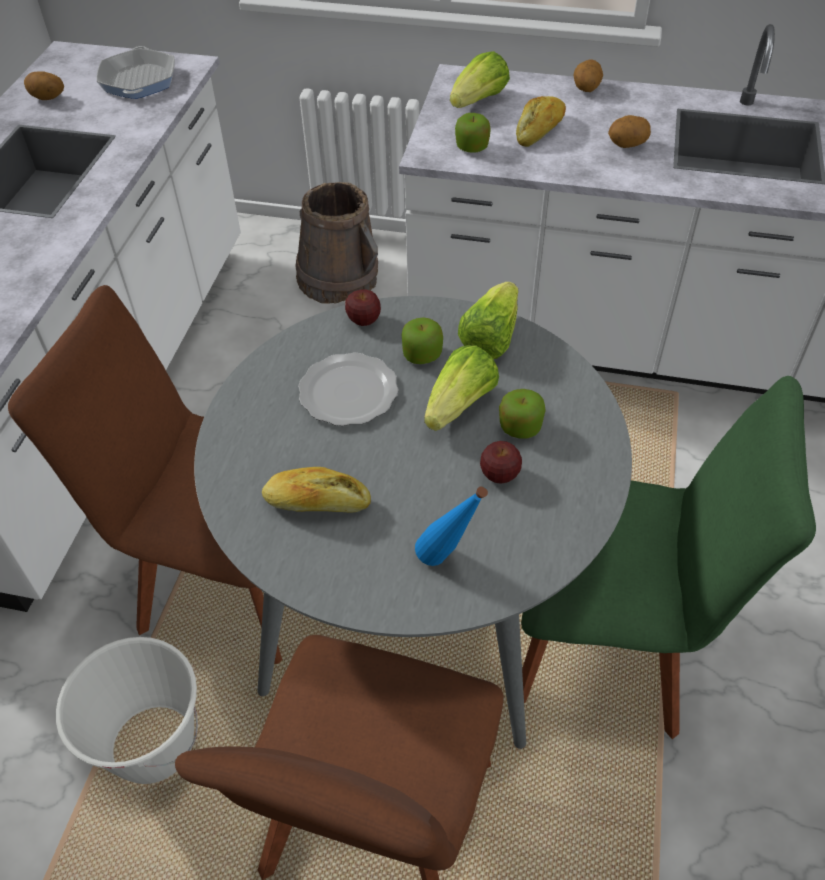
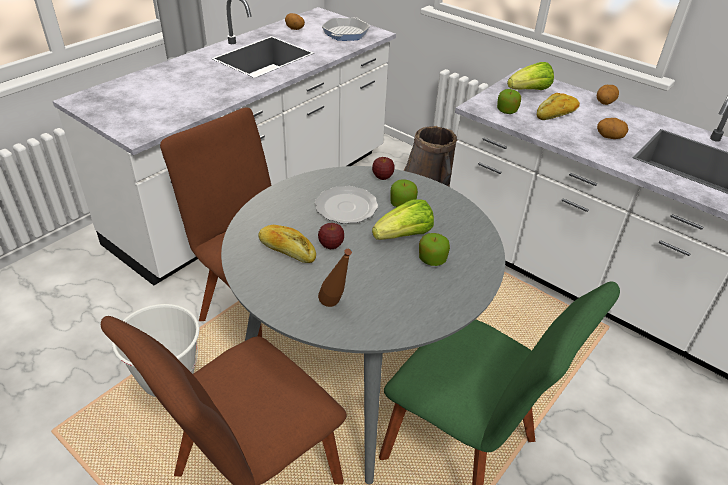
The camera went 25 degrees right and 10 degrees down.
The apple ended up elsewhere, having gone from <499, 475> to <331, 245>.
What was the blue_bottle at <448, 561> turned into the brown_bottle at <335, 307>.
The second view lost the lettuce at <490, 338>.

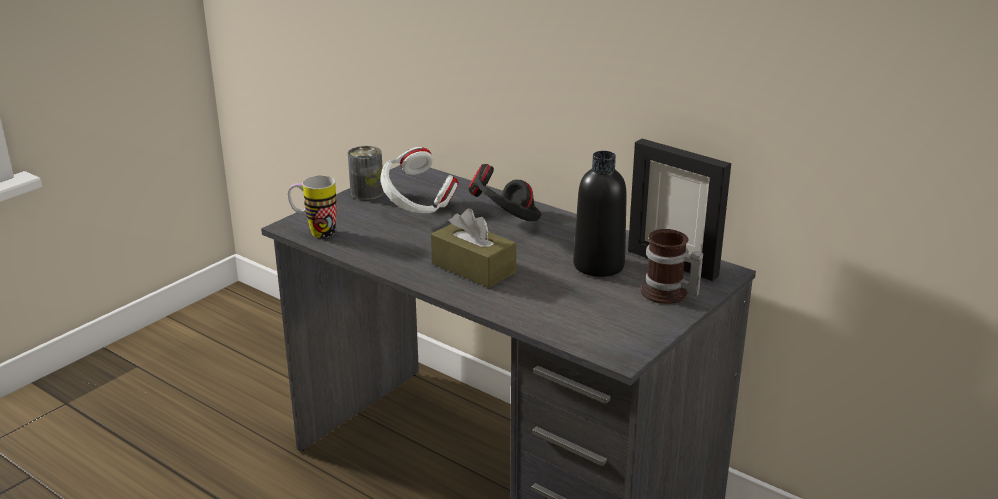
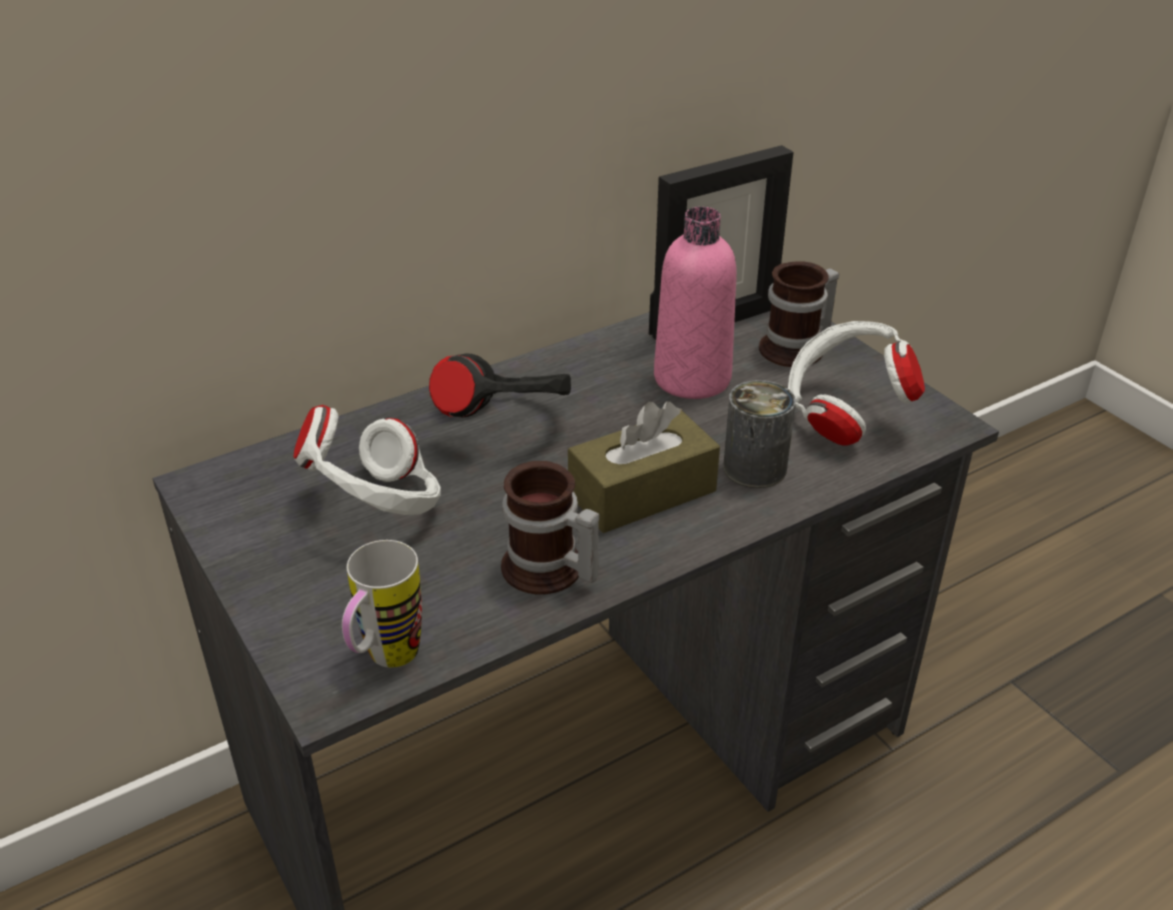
The camera went 70 degrees left and 10 degrees up.
The second view gained the mug at <547, 572>.
What was the black_bottle at <598, 265> turned into the pink_bottle at <692, 378>.
The can ended up elsewhere, having gone from <367, 193> to <754, 468>.
The second view gained the white_headphones at <843, 415>.

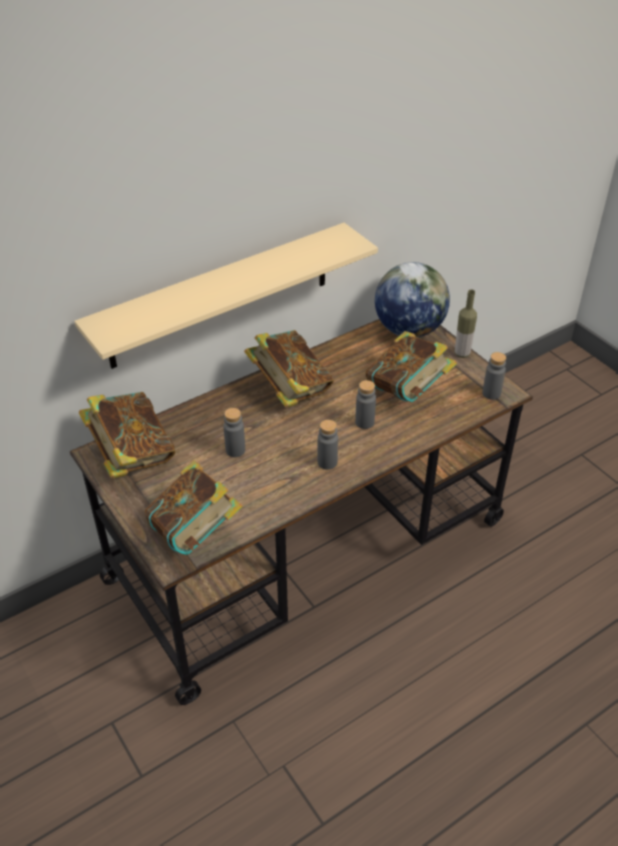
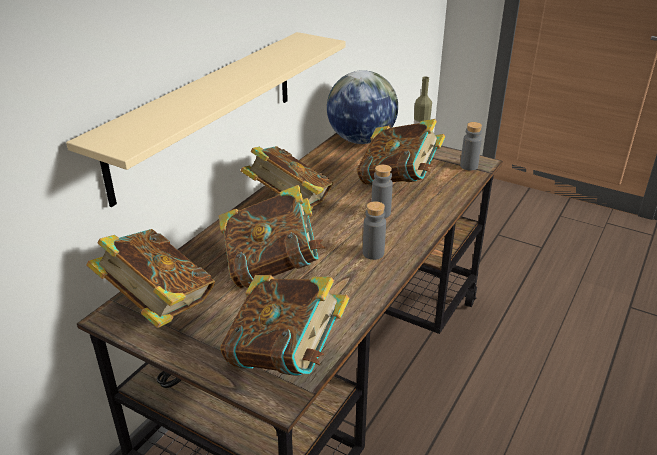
The camera went 25 degrees left and 10 degrees down.
Where the grey_bottle stood at <235, 450>, the book came to stand at <272, 269>.

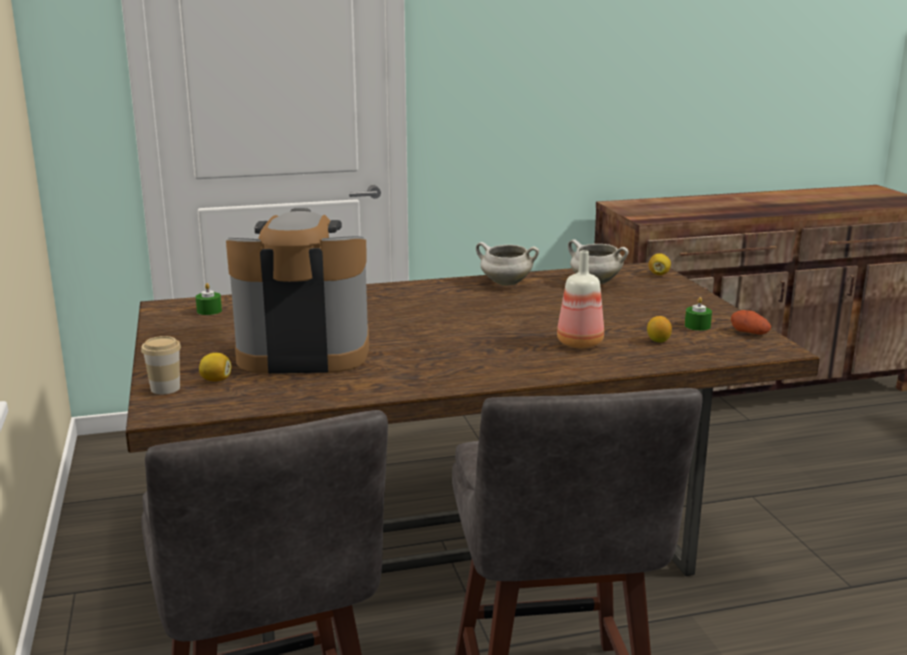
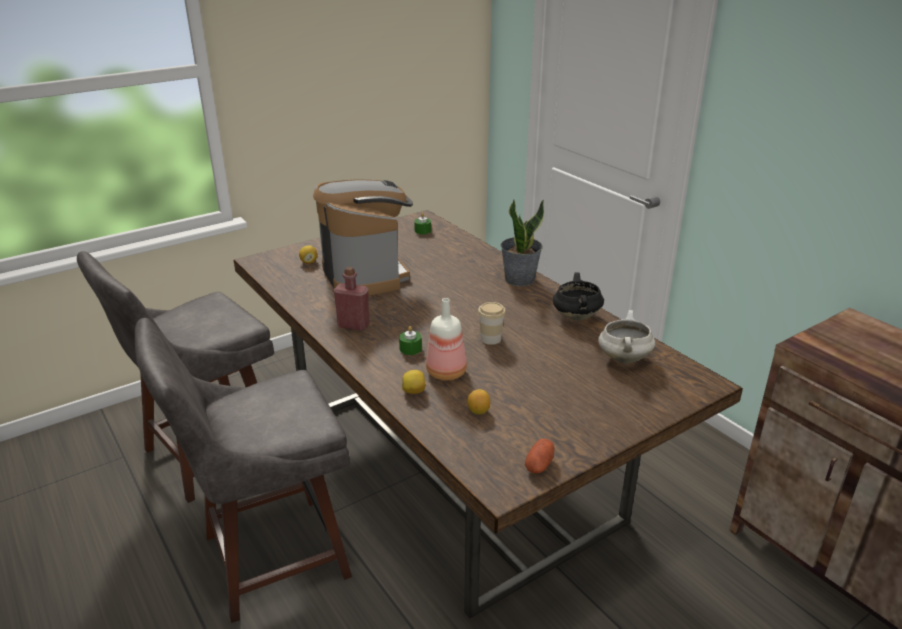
The camera went 70 degrees right and 10 degrees up.
The second view gained the red_bottle at <353, 325>.
The green_candle ended up elsewhere, having gone from <697, 326> to <410, 349>.
The lemon ended up elsewhere, having gone from <659, 274> to <414, 391>.
The cup ended up elsewhere, having gone from <165, 388> to <490, 339>.
The second view gained the potted_plant at <519, 279>.
What was the white_cooking_pot at <505, 283> turned into the black_cooking_pot at <575, 316>.

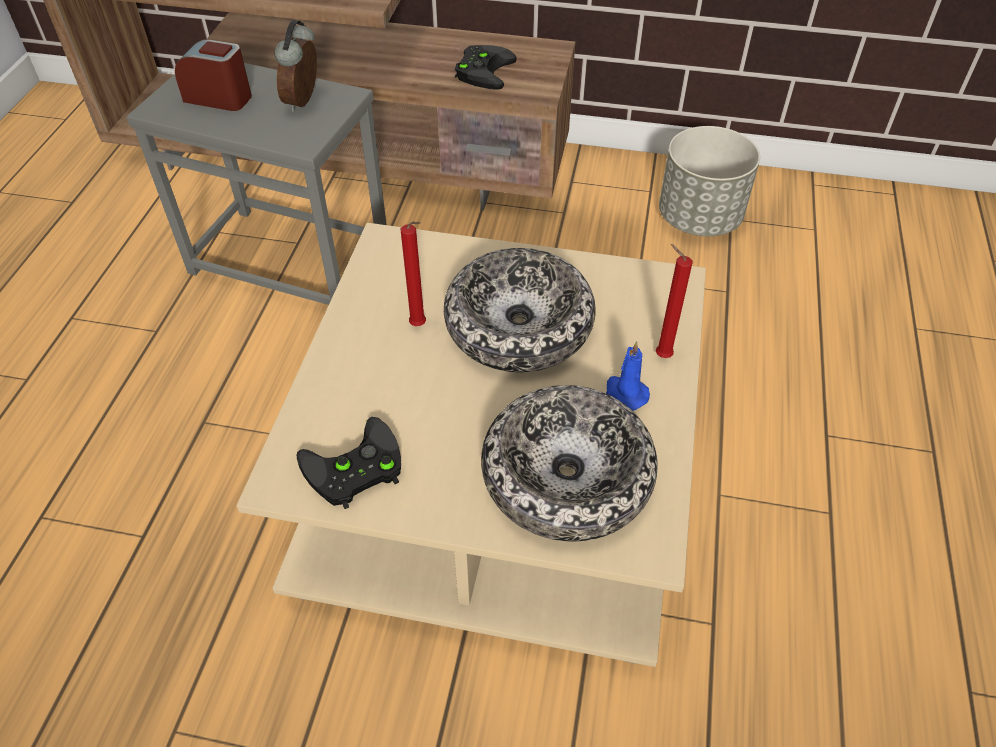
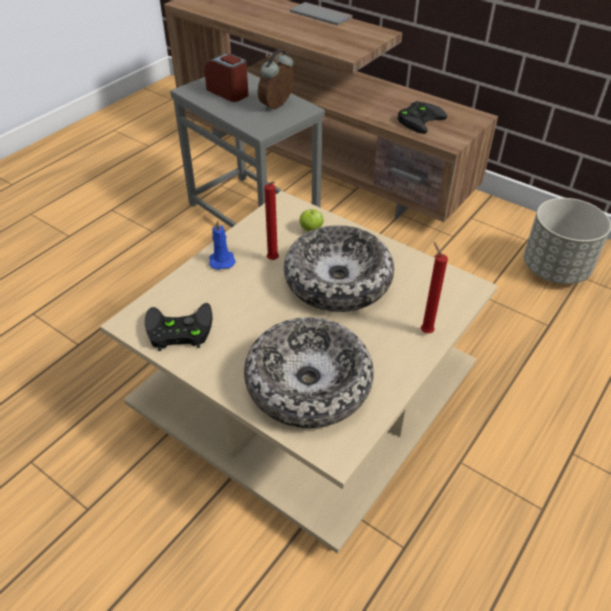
The camera went 25 degrees right and 5 degrees down.
The blue_candle ended up elsewhere, having gone from <625, 393> to <221, 260>.
The second view gained the apple at <311, 229>.

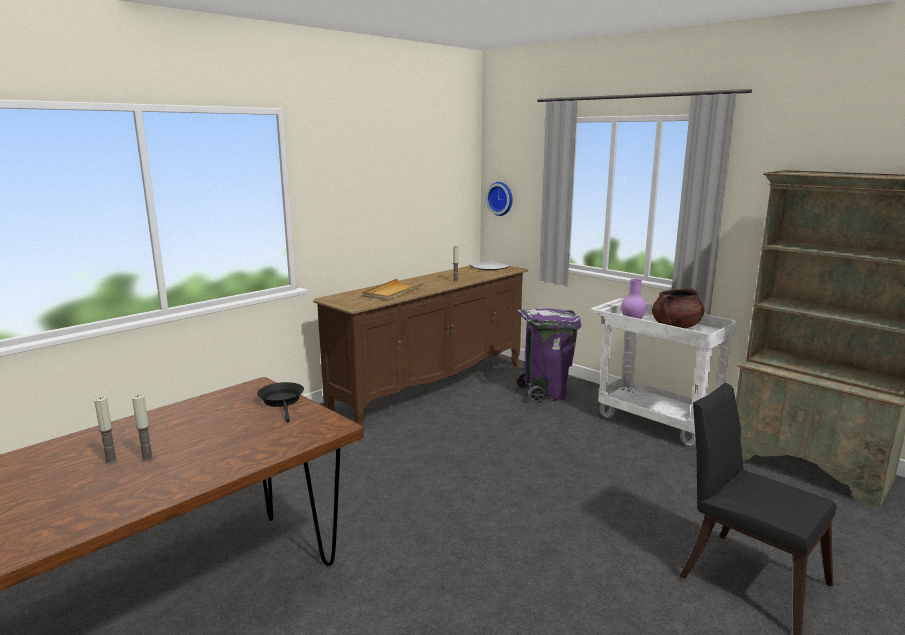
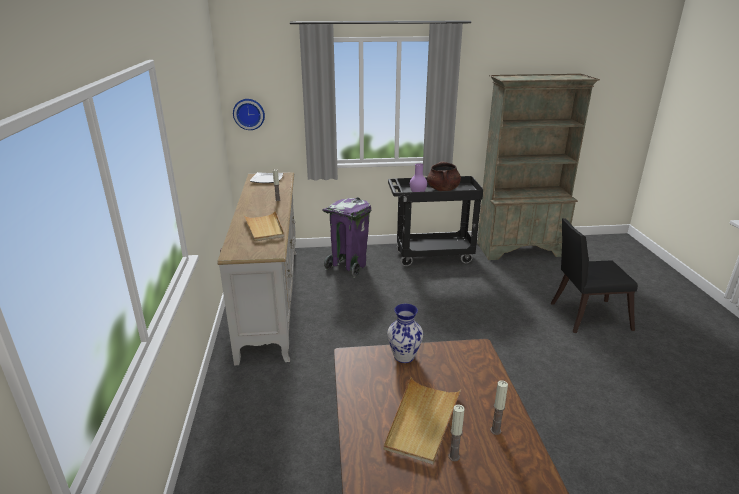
The camera went 50 degrees left and 10 degrees up.
What was the brown_cabinet at <432, 388> turned into the grey_cabinet at <272, 299>.
The second view gained the beige_tray at <422, 421>.
Where the black_frying_pan stood at <282, 401>, the vase came to stand at <403, 356>.
What was the white_cart at <650, 423> turned into the black_cart at <430, 258>.
The candle ended up elsewhere, having gone from <111, 461> to <495, 430>.

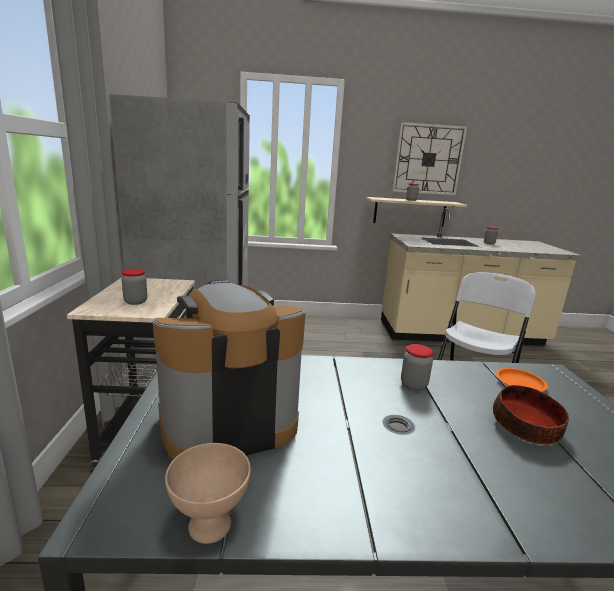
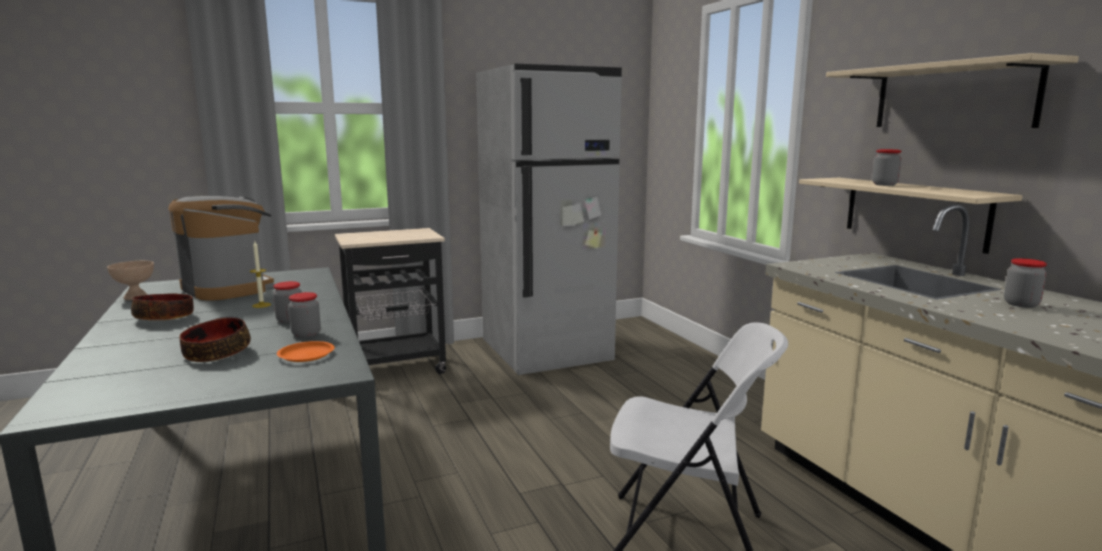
The camera went 70 degrees right and 5 degrees down.
The second view gained the bowl at <165, 318>.
The second view gained the candle at <261, 305>.
The jar ended up elsewhere, having gone from <135, 302> to <306, 334>.
Where the wall_clock hung at <428, 159>, the beige_shelf came to hang at <953, 97>.

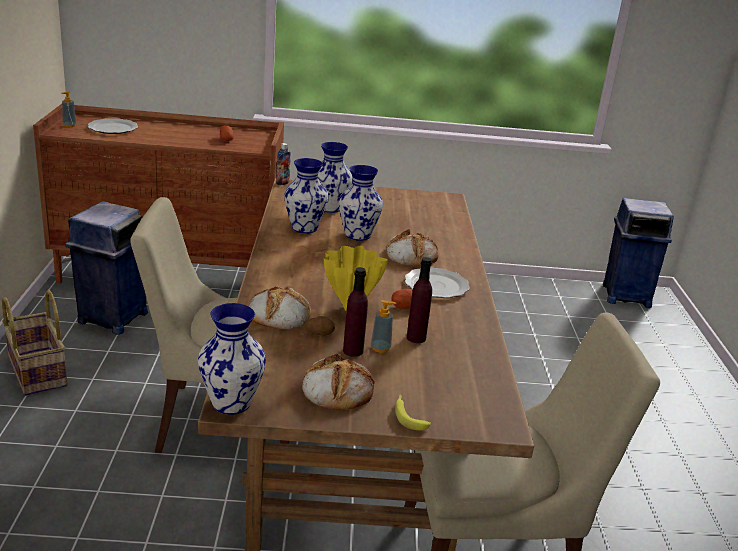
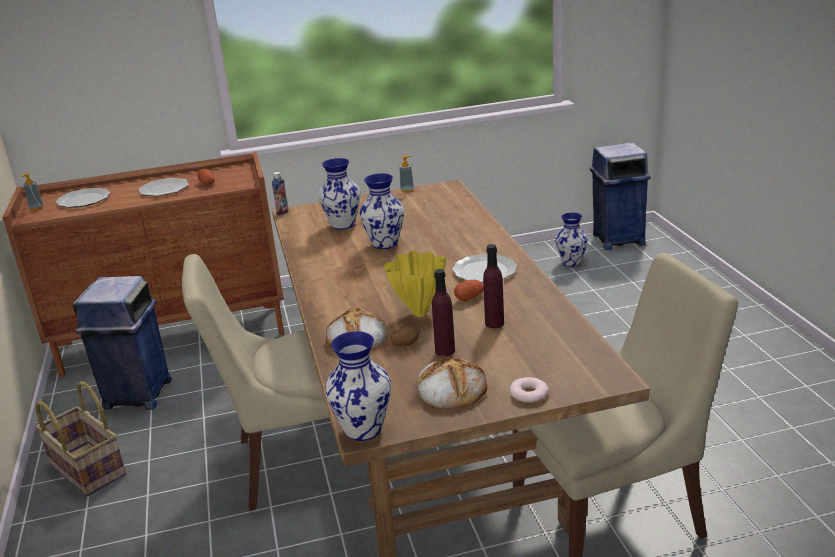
The camera went 10 degrees left and 0 degrees up.
The second view gained the plate at <164, 189>.
The soap_dispenser ended up elsewhere, having gone from <380, 348> to <407, 190>.
Where the banana stood at <408, 416>, the donut came to stand at <528, 394>.
The vase ended up elsewhere, having gone from <305, 228> to <571, 262>.
The second view lost the bread at <410, 255>.

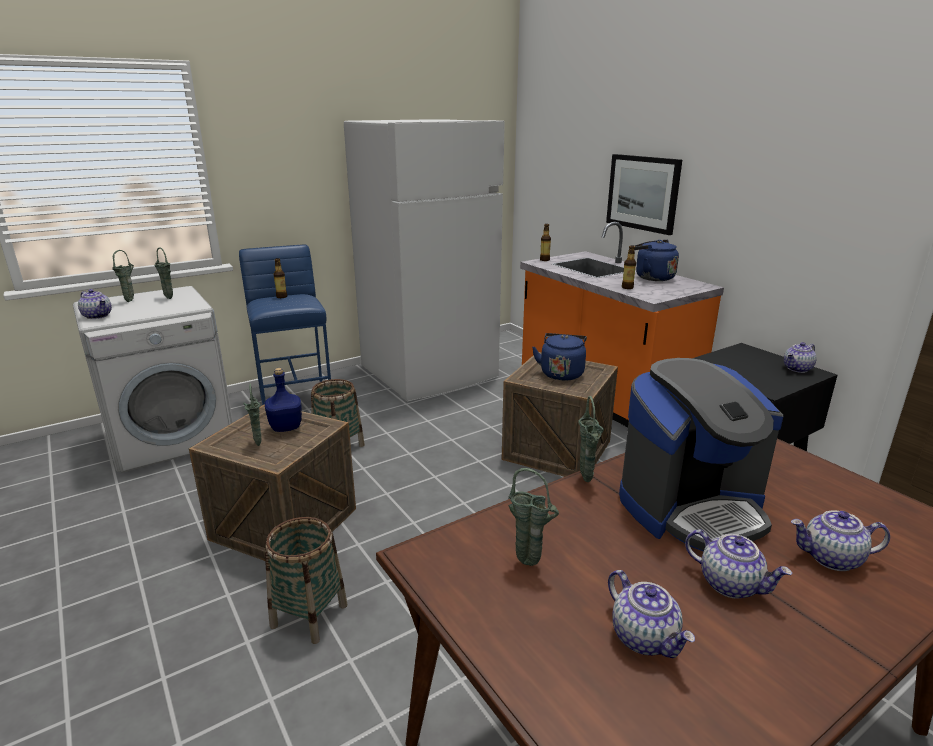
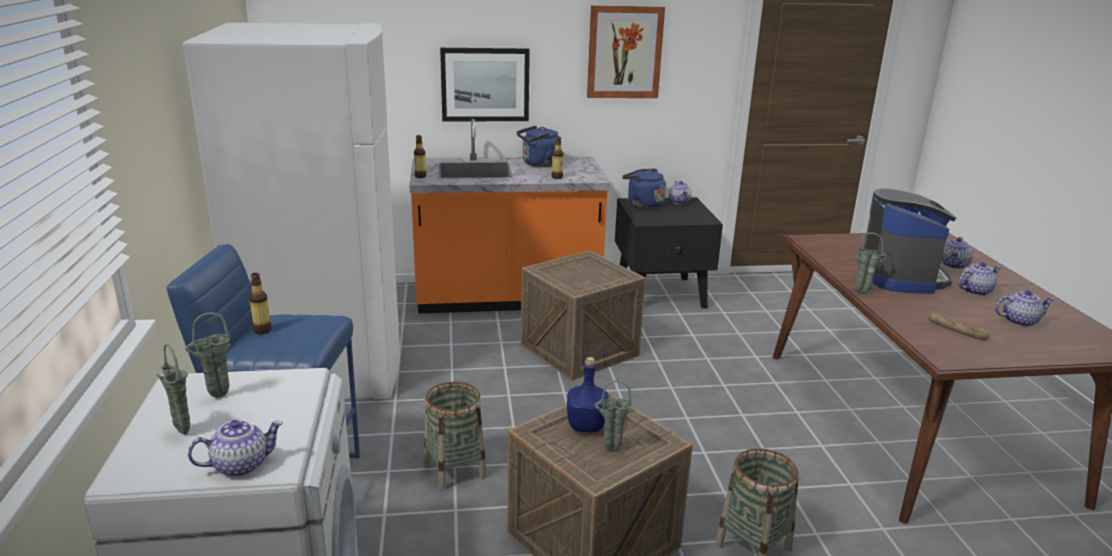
The camera went 65 degrees left and 0 degrees up.
The second view gained the picture at <624, 52>.
The blue_kettle ended up elsewhere, having gone from <561, 373> to <643, 204>.
Where the green_vase stood at <530, 565>, the bread came to stand at <957, 331>.

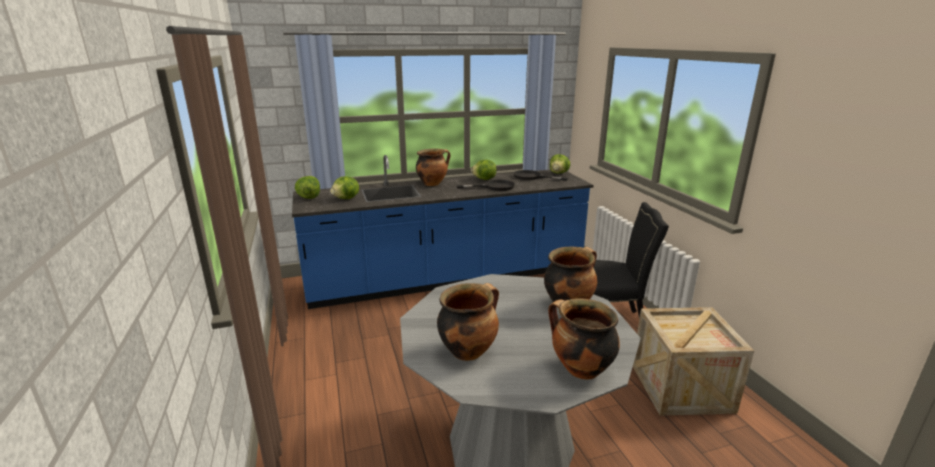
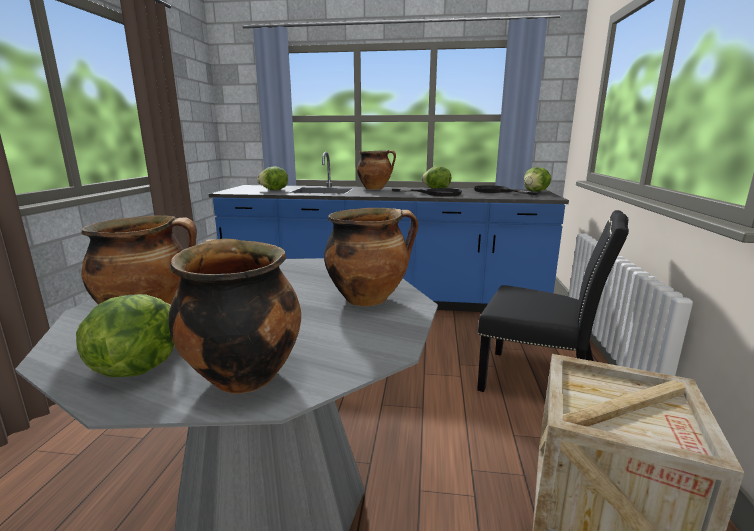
The camera went 25 degrees right and 5 degrees down.
The lettuce ended up elsewhere, having gone from <309, 198> to <137, 367>.

